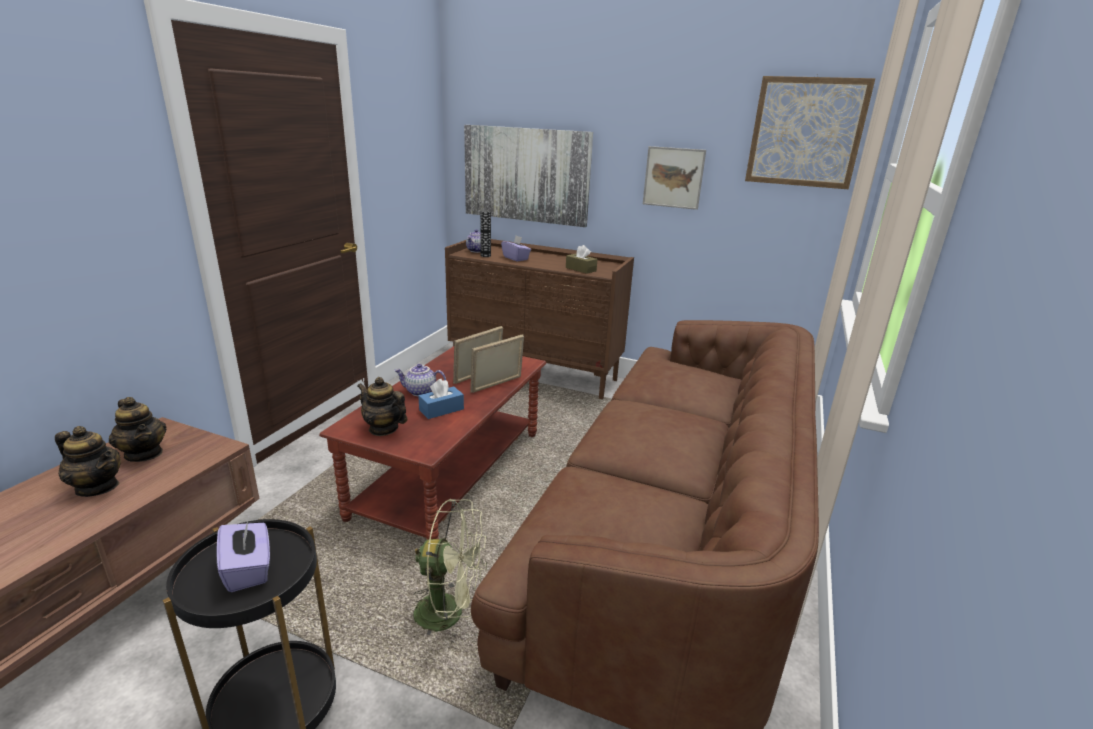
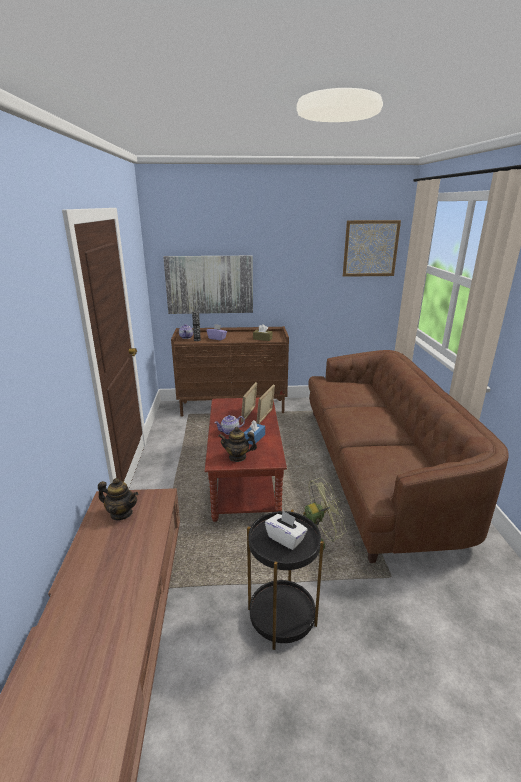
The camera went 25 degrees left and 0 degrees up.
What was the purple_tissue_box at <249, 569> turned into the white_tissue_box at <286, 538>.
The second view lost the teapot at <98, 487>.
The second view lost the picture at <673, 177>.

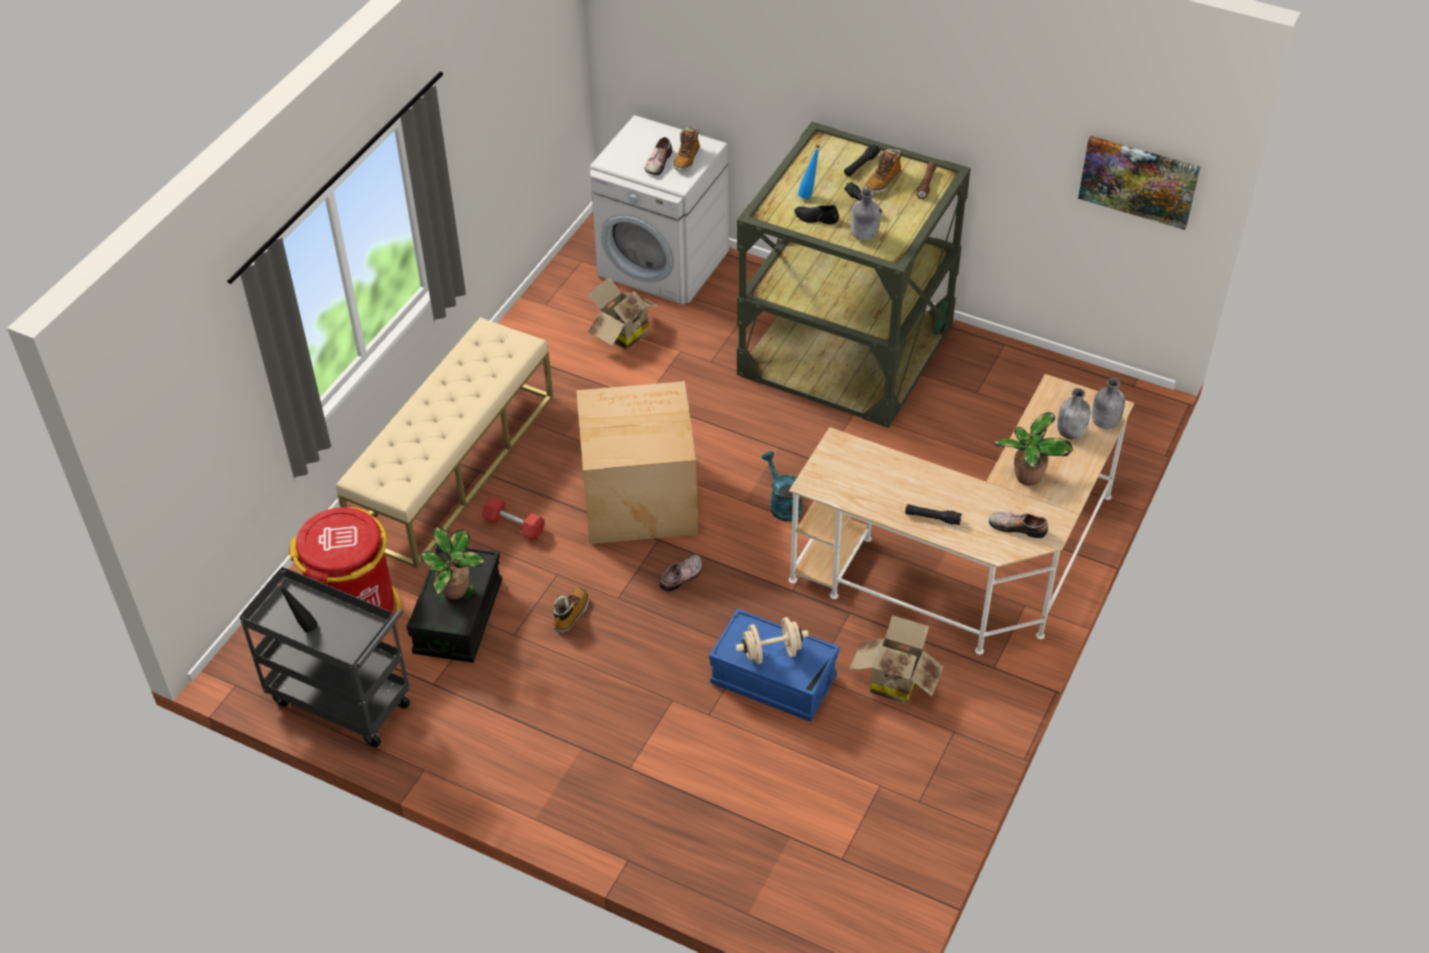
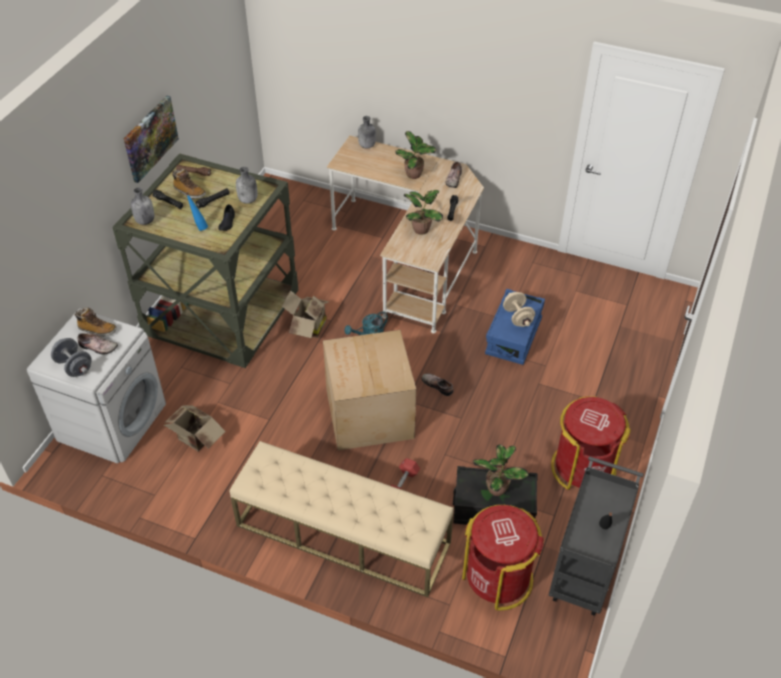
The camera went 95 degrees left and 0 degrees up.
The second view gained the grey_dumbbell at <74, 366>.
The picture ended up elsewhere, having gone from <1138, 181> to <150, 138>.
The grey_bottle ended up elsewhere, having gone from <1071, 432> to <145, 221>.
The cardboard_box ended up elsewhere, having gone from <894, 680> to <307, 328>.
The second view gained the potted_plant at <422, 229>.
The second view gained the red_trash_can at <583, 467>.
The second view lost the boot at <571, 614>.

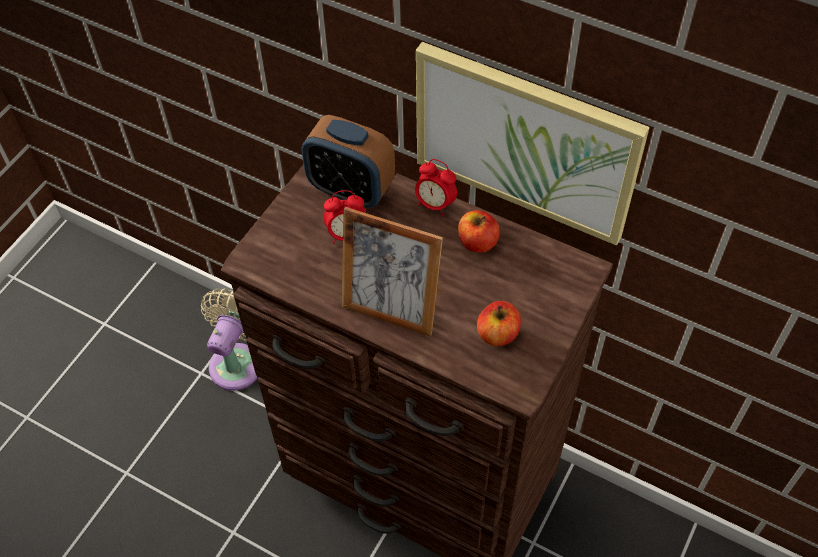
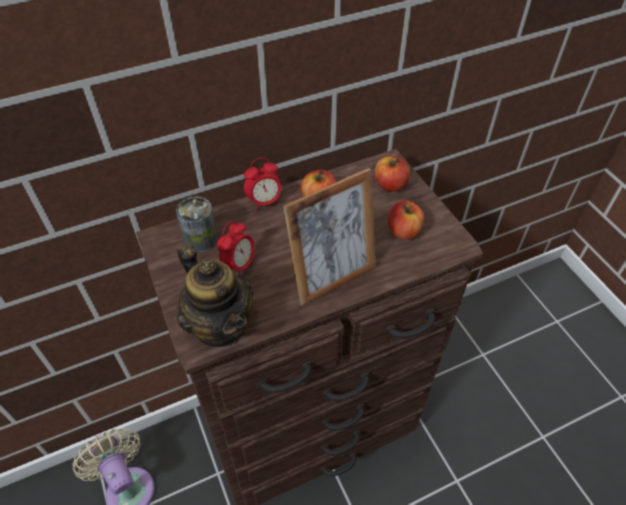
The camera went 55 degrees left and 5 degrees down.
Where the alarm_clock stood at <351, 189>, the can came to stand at <200, 239>.
The second view gained the teapot at <221, 325>.
The second view gained the apple at <390, 184>.
The second view lost the picture at <525, 142>.

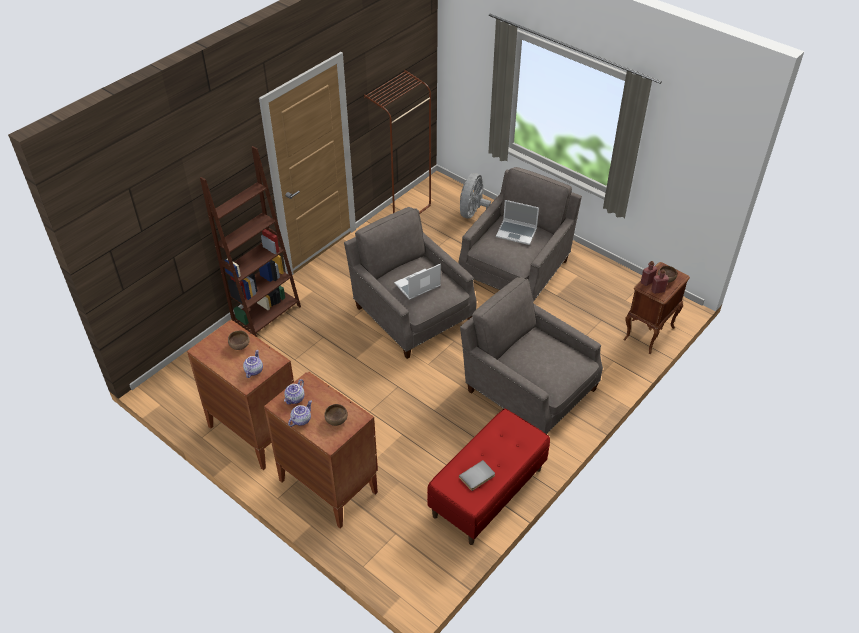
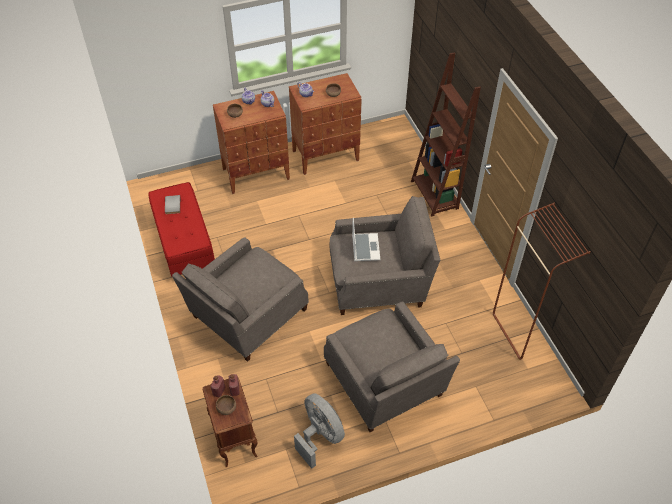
The camera went 120 degrees right and 5 degrees up.
The grey_armchair at <529, 388> ended up facing another way, 150 degrees clockwise from before.
The grey_fan ended up elsewhere, having gone from <476, 214> to <320, 436>.
The second view lost the laptop at <517, 233>.

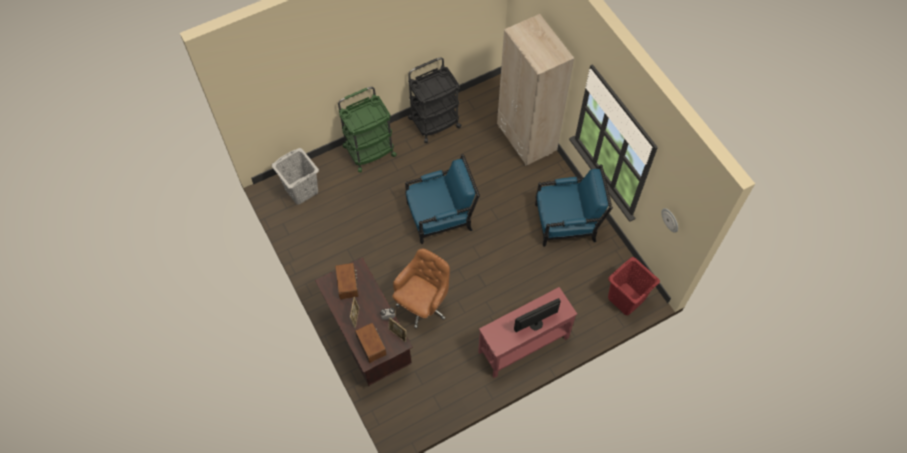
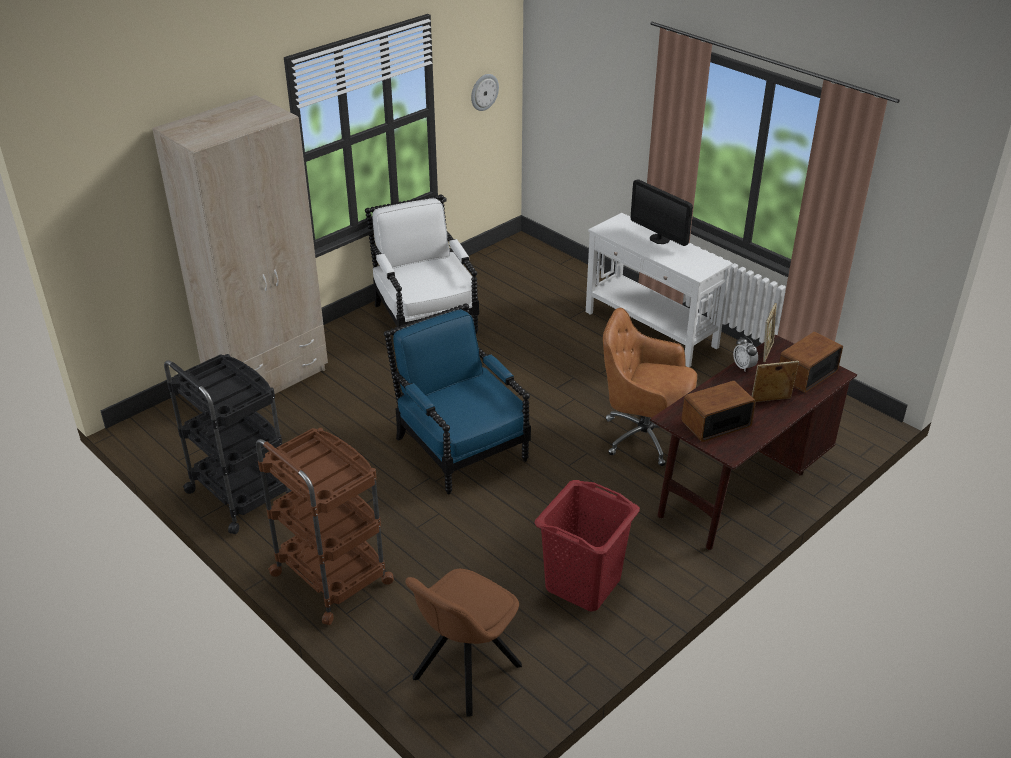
The camera went 105 degrees left and 25 degrees down.
What was the green_cart at <370, 151> turned into the brown_cart at <333, 578>.
What was the blue_armchair at <568, 222> turned into the white_armchair at <425, 316>.
Where the grey_laundry_basket stood at <301, 190>, the brown_chair came to stand at <465, 672>.
The red_laundry_basket ended up elsewhere, having gone from <626, 298> to <582, 584>.
What was the red_console_table at <523, 345> turned into the white_console_table at <651, 330>.

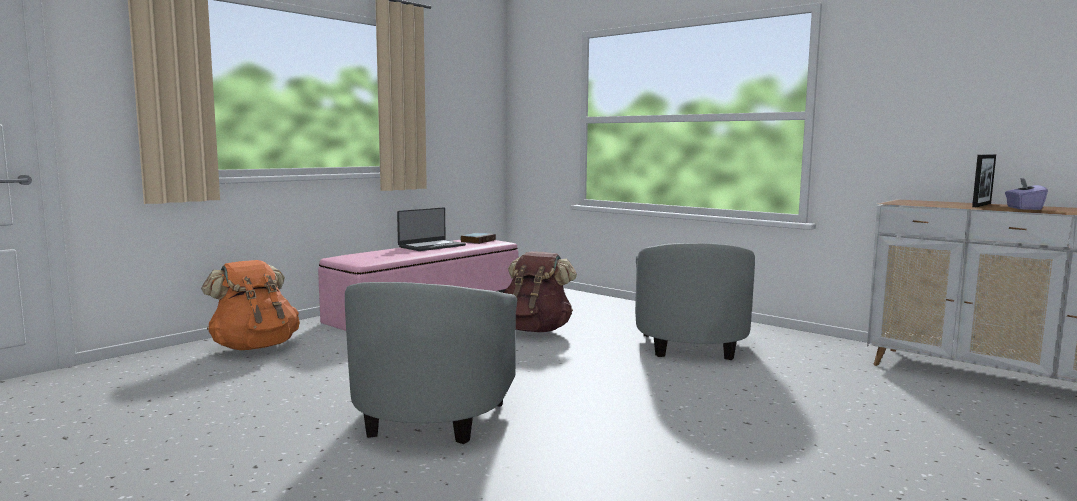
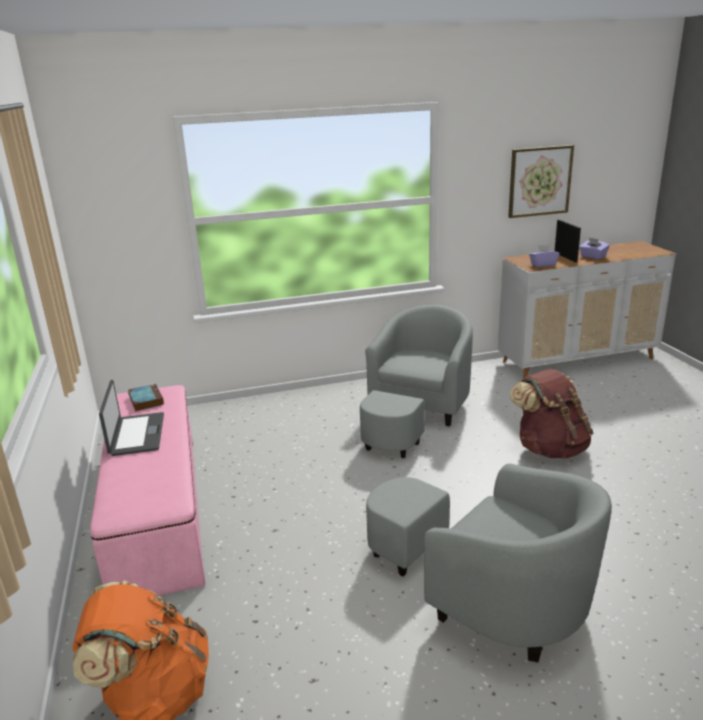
The camera went 55 degrees left and 15 degrees up.
The grey_armchair at <688, 340> ended up facing another way, 105 degrees counterclockwise from before.
The second view gained the picture at <539, 181>.
The brown_backpack ended up elsewhere, having gone from <535, 330> to <550, 448>.
The second view gained the purple_tissue_box at <543, 265>.

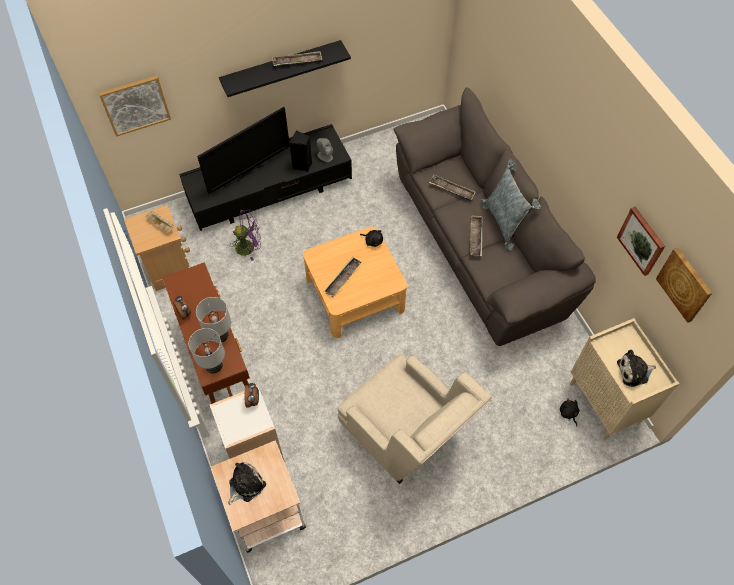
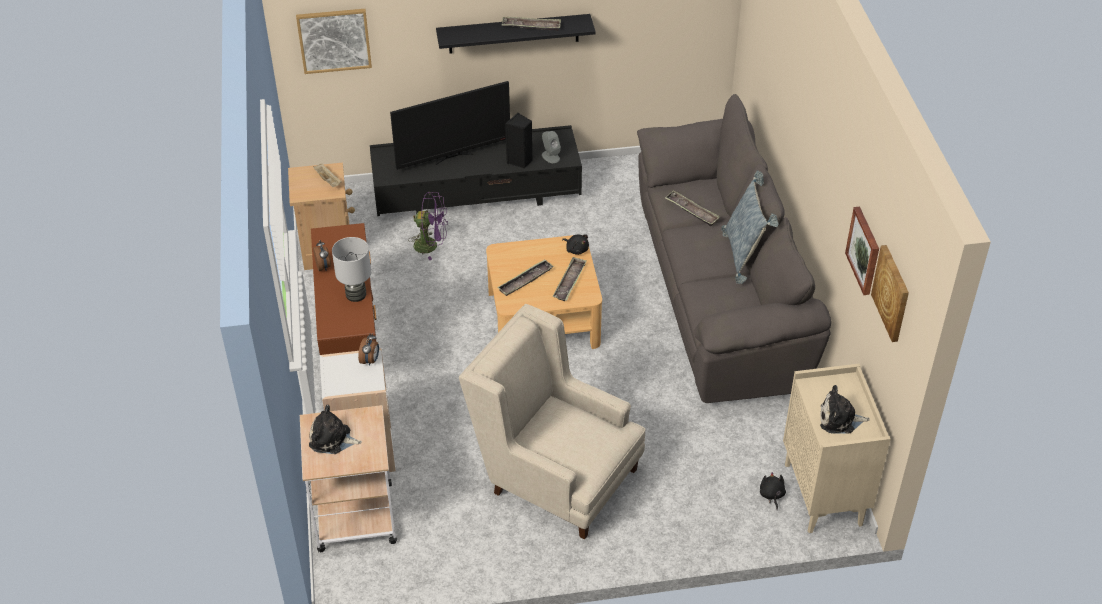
The camera went 15 degrees right and 15 degrees down.
The plush_toy at <245, 485> ended up facing another way, 135 degrees counterclockwise from before.
The beige_armchair at <406, 435> ended up facing another way, 150 degrees clockwise from before.
The tray ended up elsewhere, having gone from <475, 237> to <570, 282>.
The second view lost the grey_table_lamp at <214, 365>.

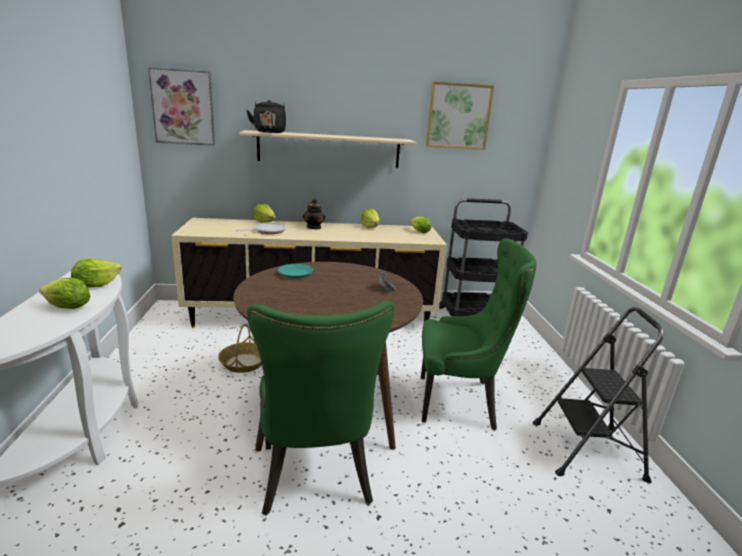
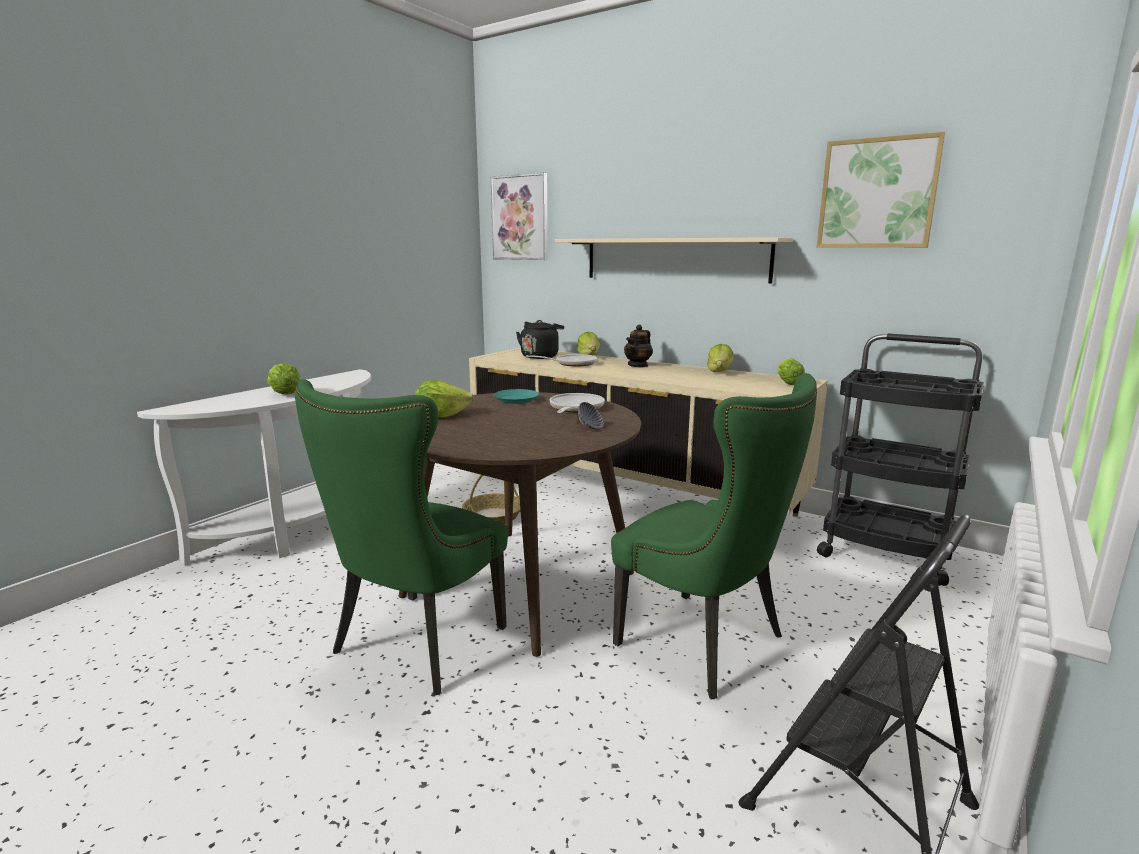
The camera went 40 degrees right and 5 degrees down.
The lettuce ended up elsewhere, having gone from <96, 285> to <441, 415>.
The black_kettle ended up elsewhere, having gone from <269, 132> to <540, 356>.
The second view gained the frying_pan at <575, 409>.

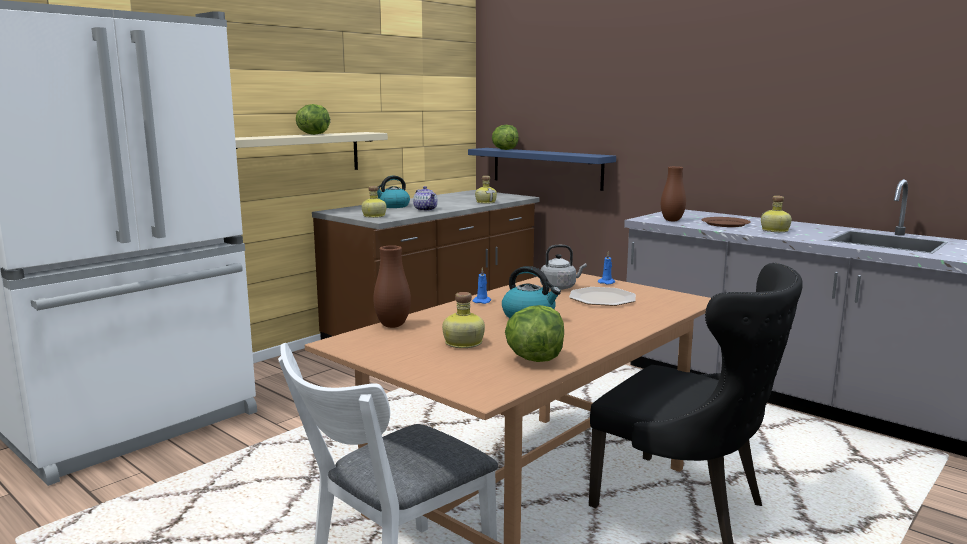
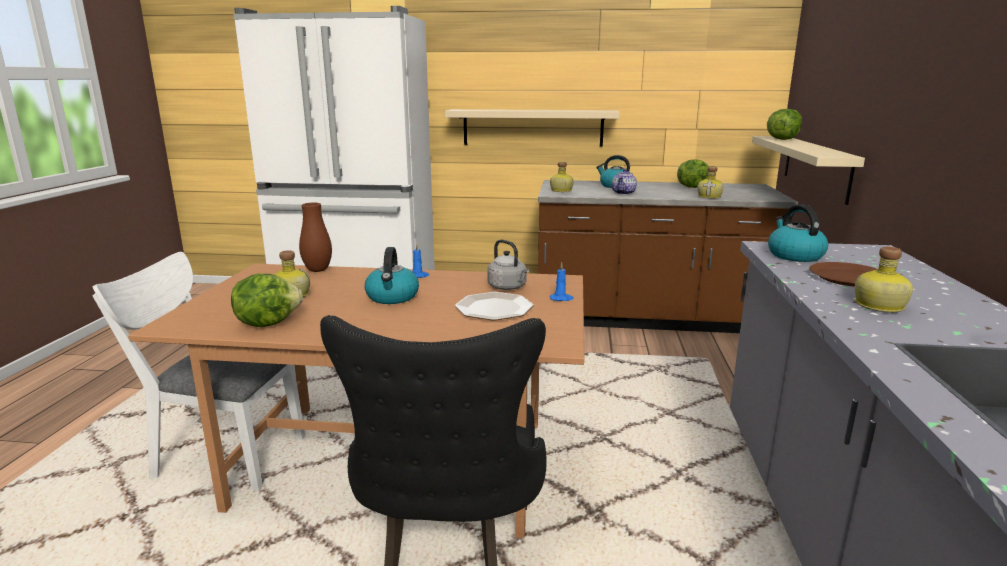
The camera went 55 degrees right and 5 degrees up.
The lettuce ended up elsewhere, having gone from <314, 134> to <692, 187>.
What was the blue_shelf at <546, 168> turned into the beige_shelf at <816, 167>.
Where the brown_vase stood at <672, 220>, the kettle came to stand at <794, 255>.

